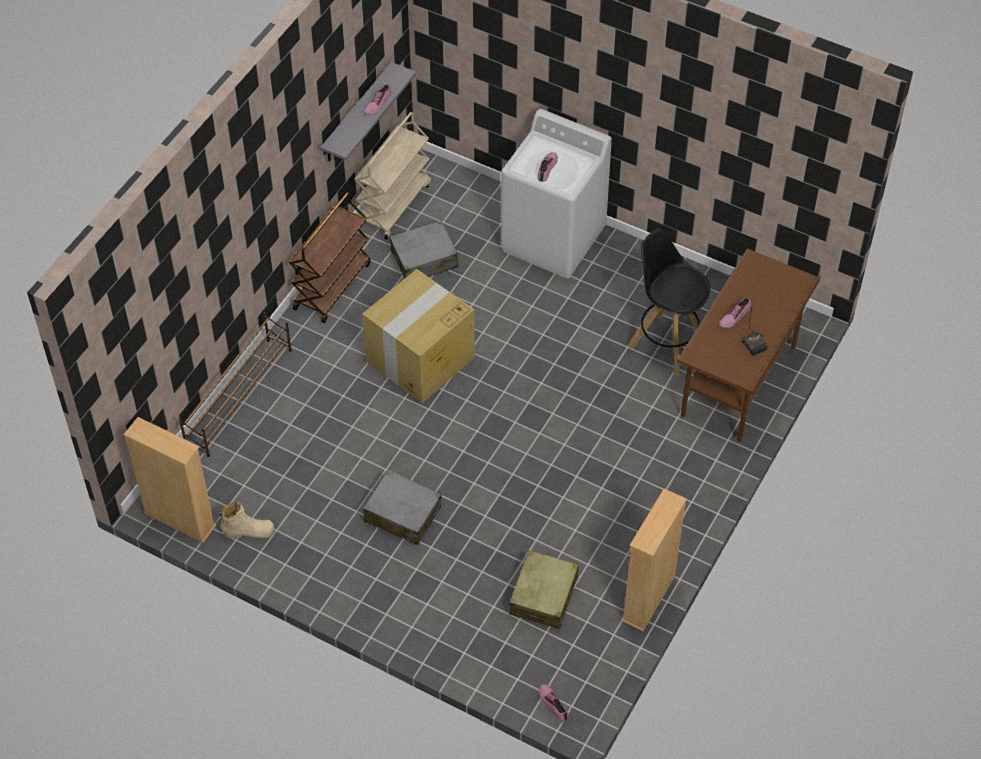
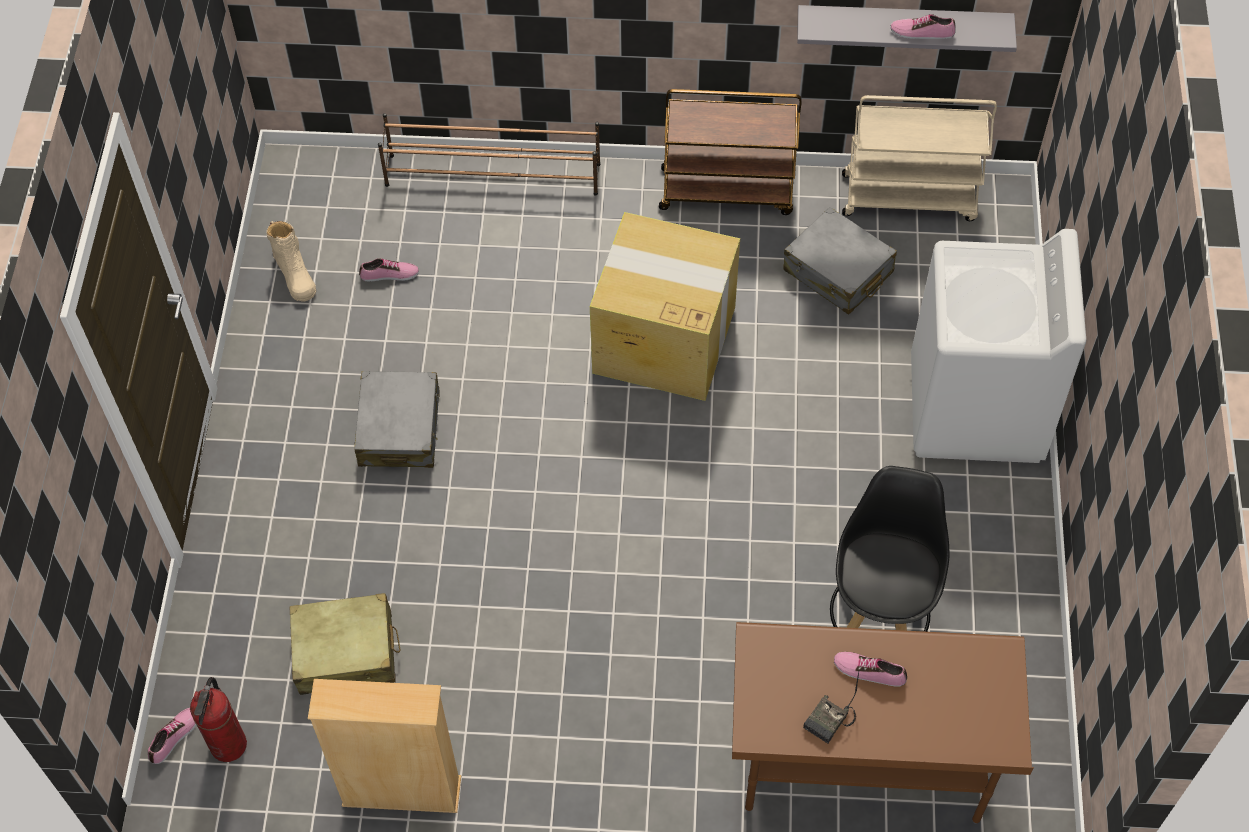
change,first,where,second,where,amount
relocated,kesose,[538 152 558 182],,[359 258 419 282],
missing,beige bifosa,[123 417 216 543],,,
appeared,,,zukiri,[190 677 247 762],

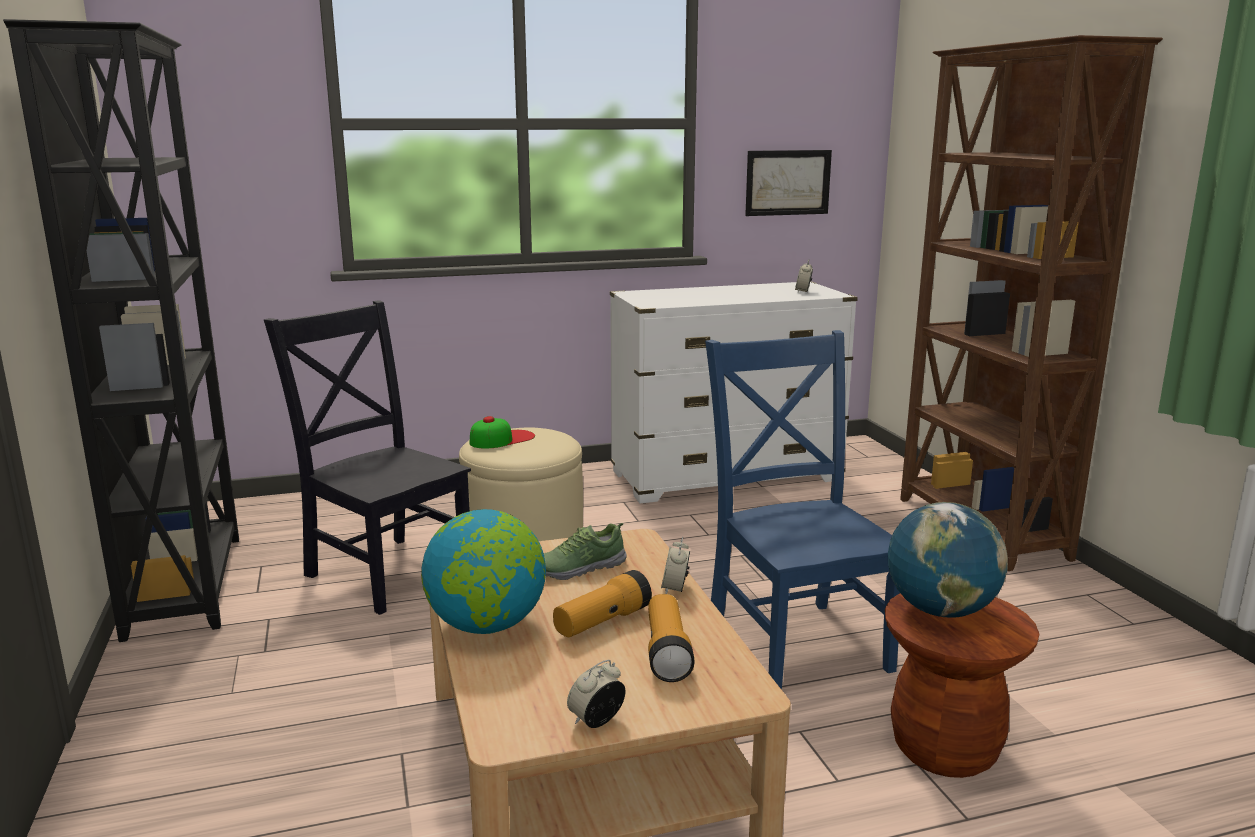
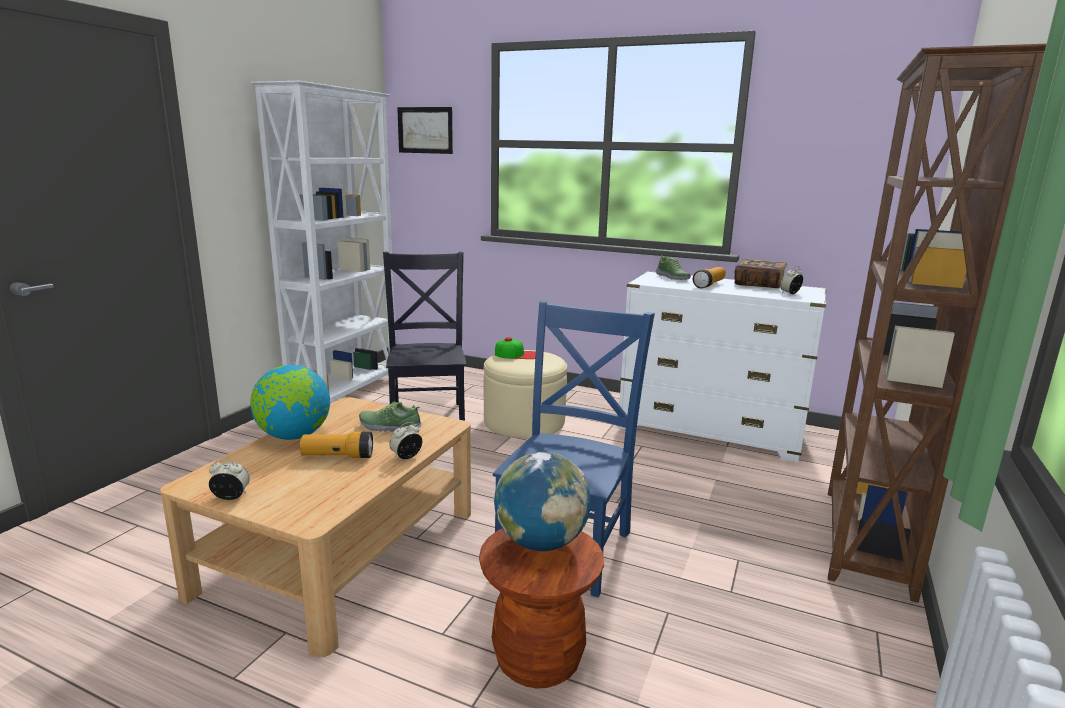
change,first,where,second,where,amount
colour,black bifosa,[3 19 239 642],white bifosa,[251 81 396 403],
relocated,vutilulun,[745 150 832 216],,[397 107 453 154],
relocated,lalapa,[648 594 695 682],,[693 267 726 288],
appeared,,,kesose,[656 255 691 280],
appeared,,,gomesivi,[735 259 787 288],

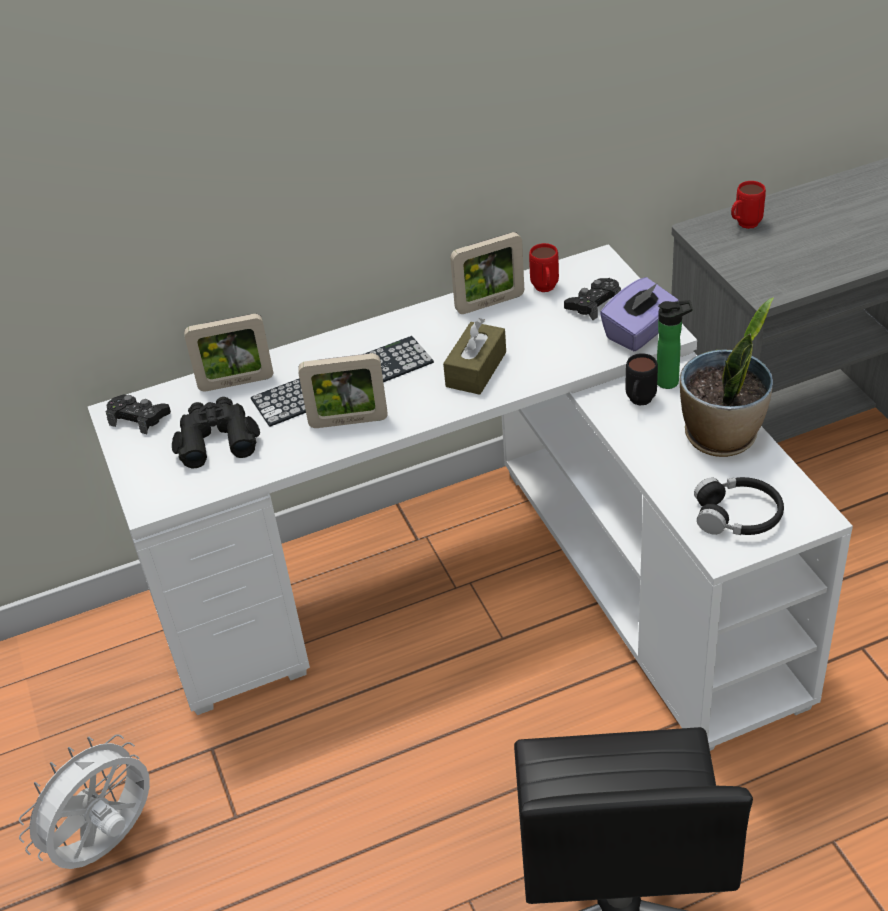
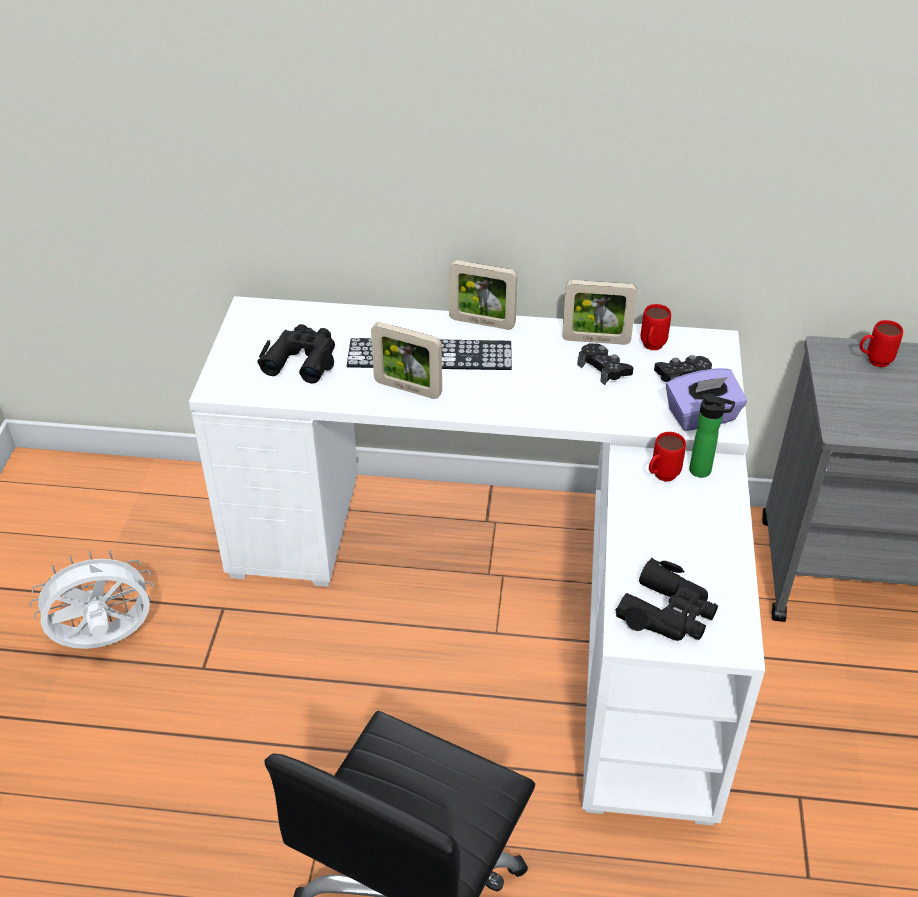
change,first,where,second,where,amount
missing,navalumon,[680 297 774 457],,,
relocated,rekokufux,[184 314 273 392],,[449 260 518 330],
missing,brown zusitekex,[443 318 506 395],,,
colour,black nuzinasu,[625 353 658 406],red nuzinasu,[649 432 686 482],
relocated,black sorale,[106 395 171 434],,[577 343 633 385],
exchanged,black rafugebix,[694 477 784 535],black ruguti,[615 558 718 641],

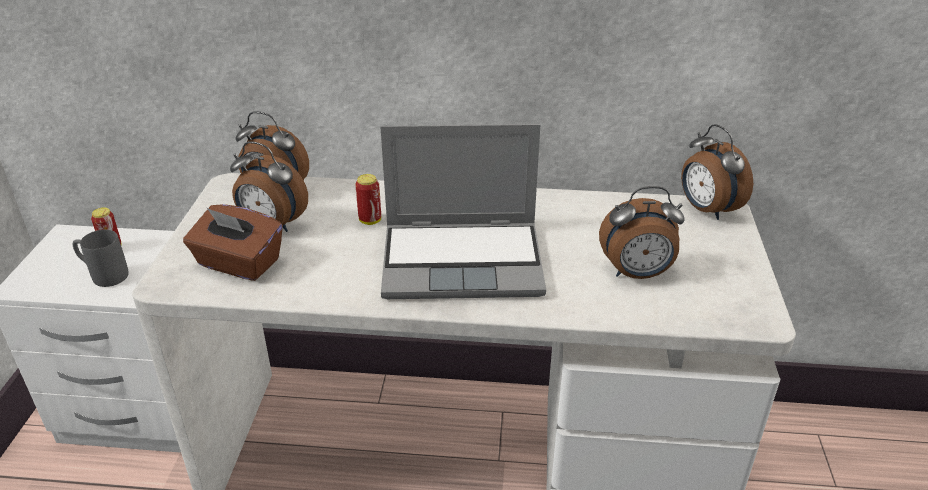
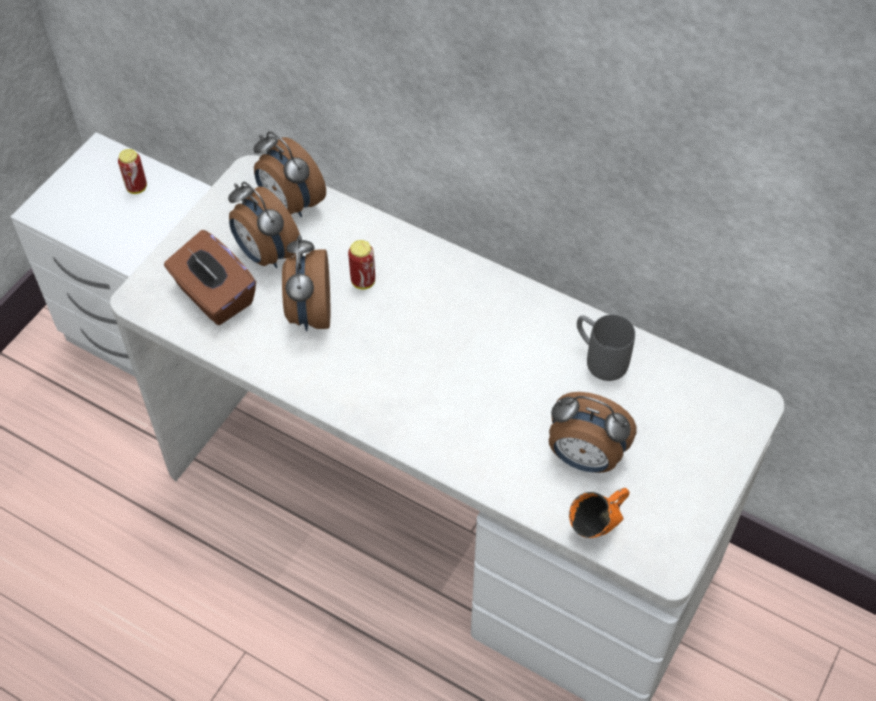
change,first,where,second,where,amount
missing,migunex,[381 124 546 299],,,
relocated,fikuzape,[681 124 753 220],,[282 235 330 331],
relocated,grey nuzinasu,[73 230 129 287],,[577 315 635 381],
appeared,,,orange nuzinasu,[569 488 630 538],

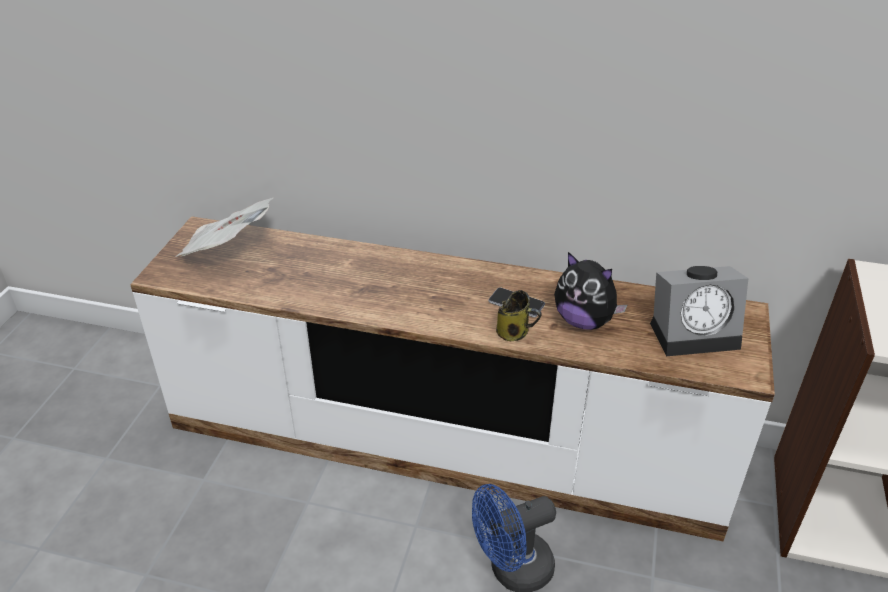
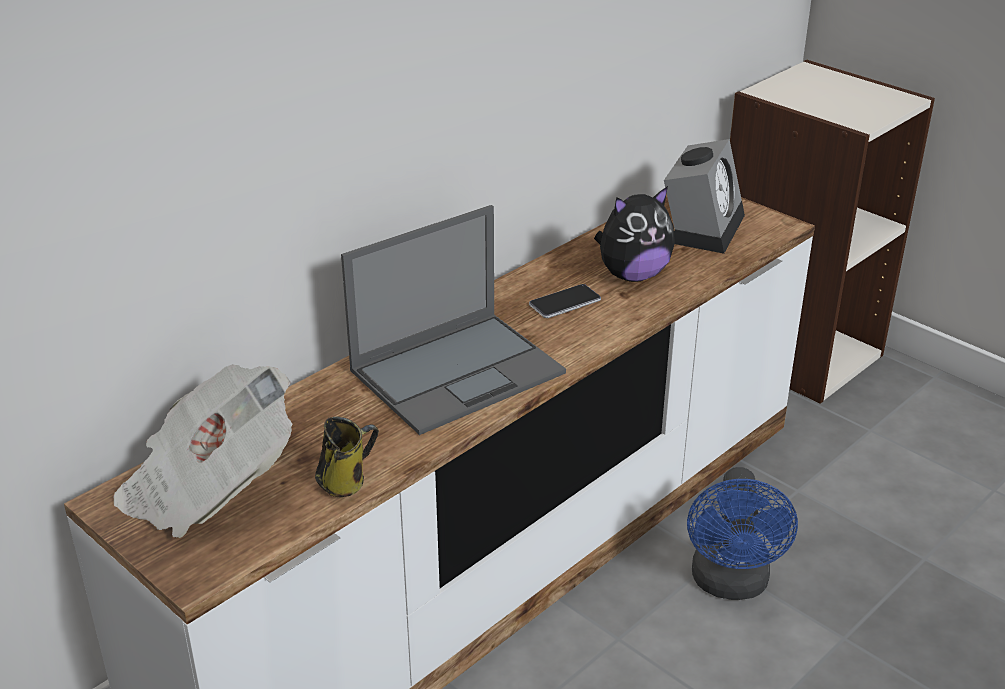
change,first,where,second,where,amount
relocated,nuzinasu,[496 290 542 341],,[315 416 379 497],
appeared,,,migunex,[341 205 566 435],

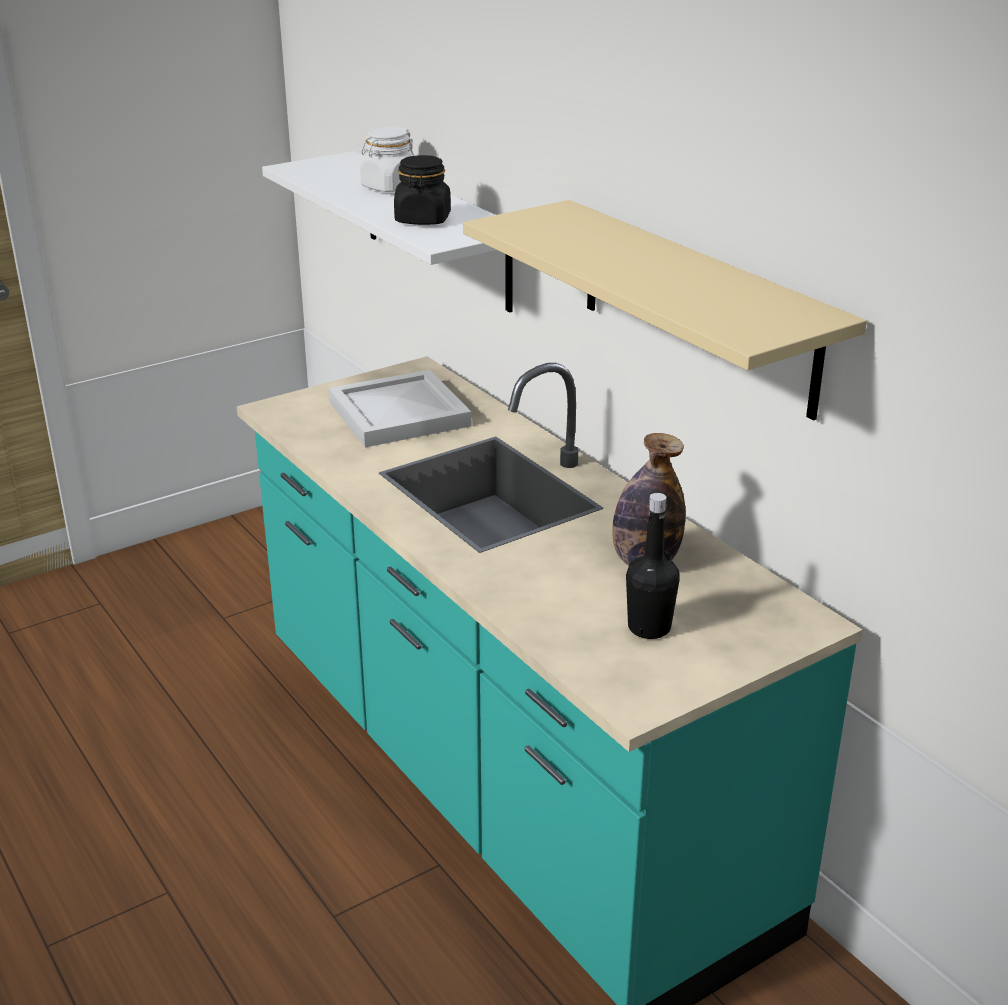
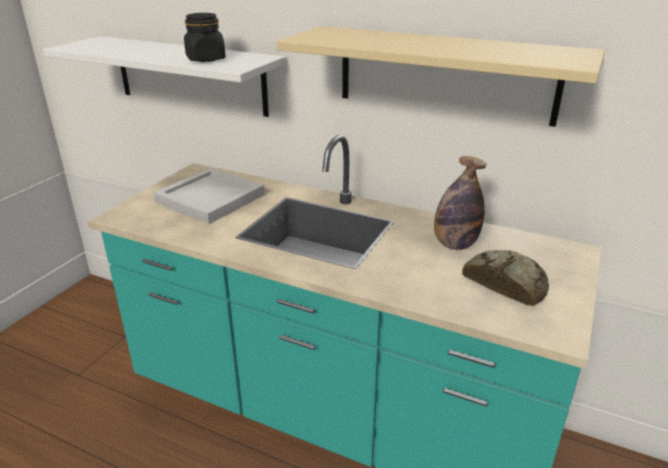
change,first,where,second,where,amount
missing,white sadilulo,[360 127 414 192],,,
exchanged,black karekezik,[626 493 680 639],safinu,[462 250 549 306],

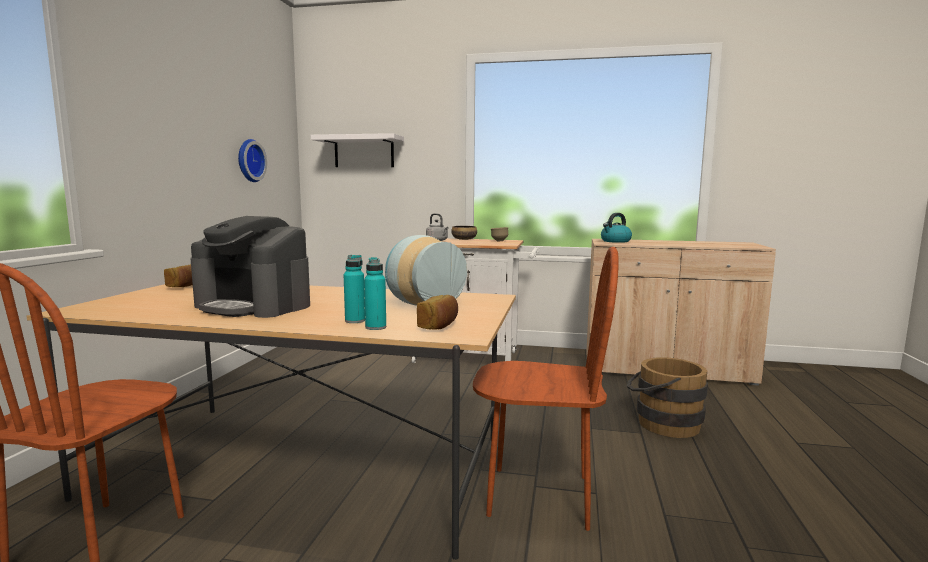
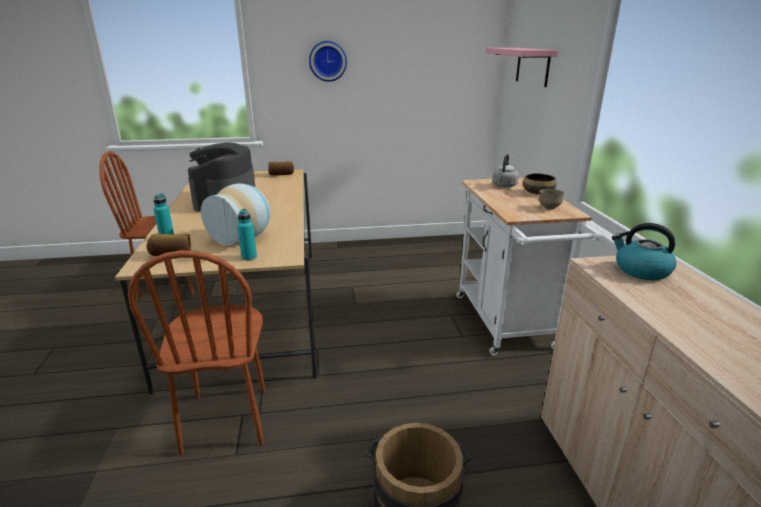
change,first,where,second,where,amount
colour,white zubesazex,[311 133 404 167],pink zubesazex,[486 48 558 87],
relocated,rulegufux,[238 139 267 182],,[309 41 347 82],
relocated,turquoise karekezik,[344 255 365 323],,[237 209 257 261],

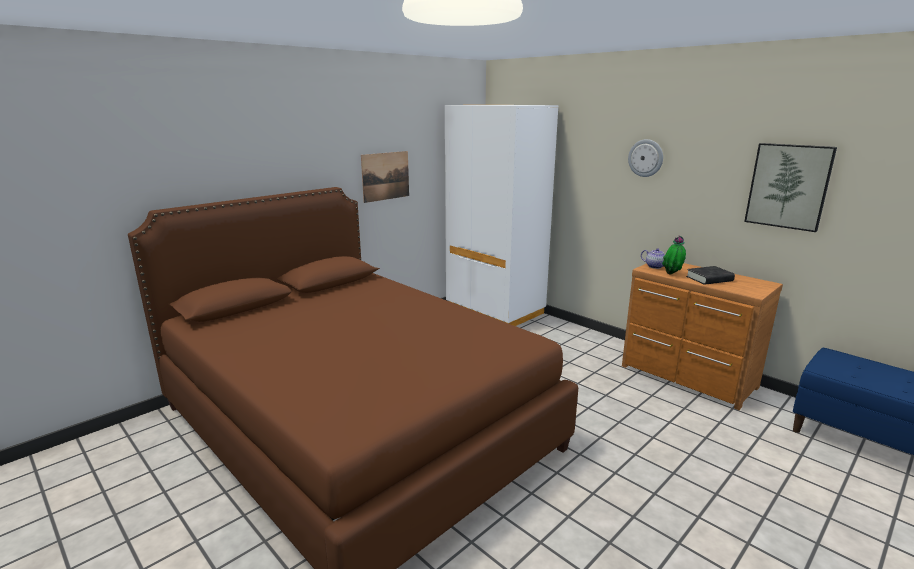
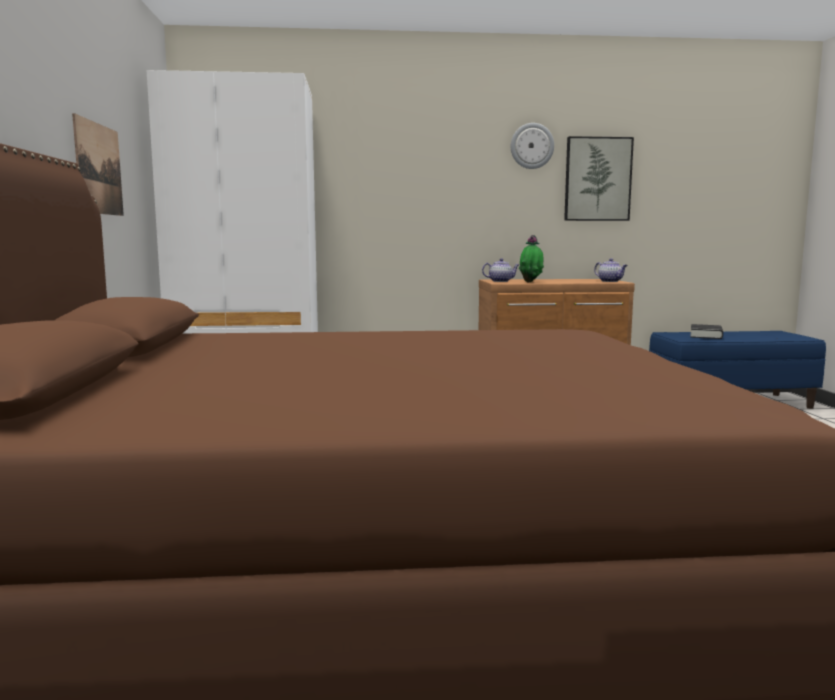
change,first,where,second,where,amount
relocated,rulegufux,[628 139 663 177],,[511 123 554 169],
relocated,black gomesivi,[686 266 735 285],,[690 324 723 339],
appeared,,,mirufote,[594 258 628 282],

